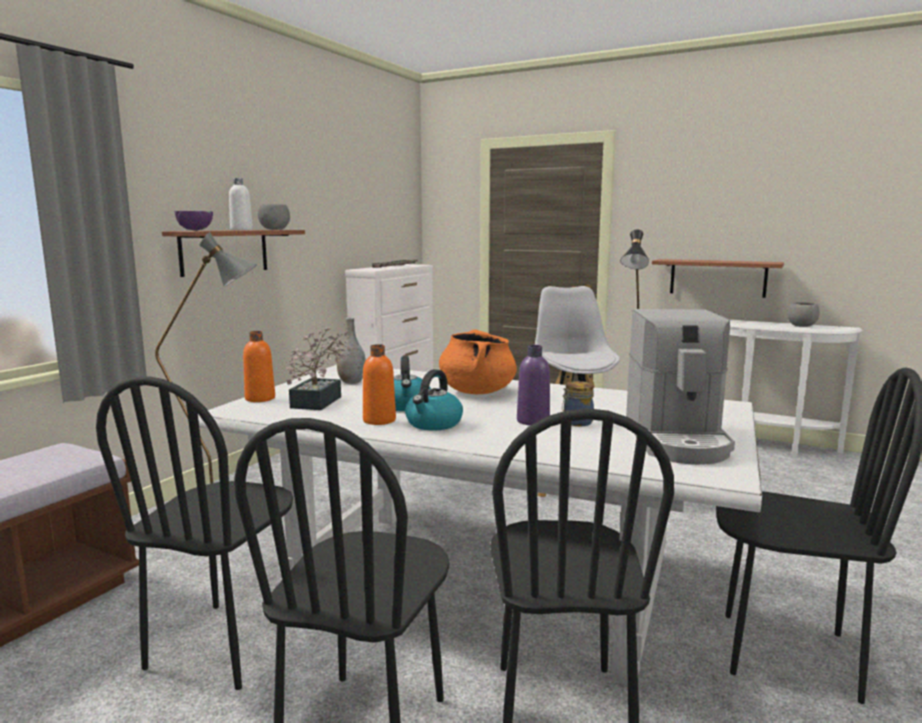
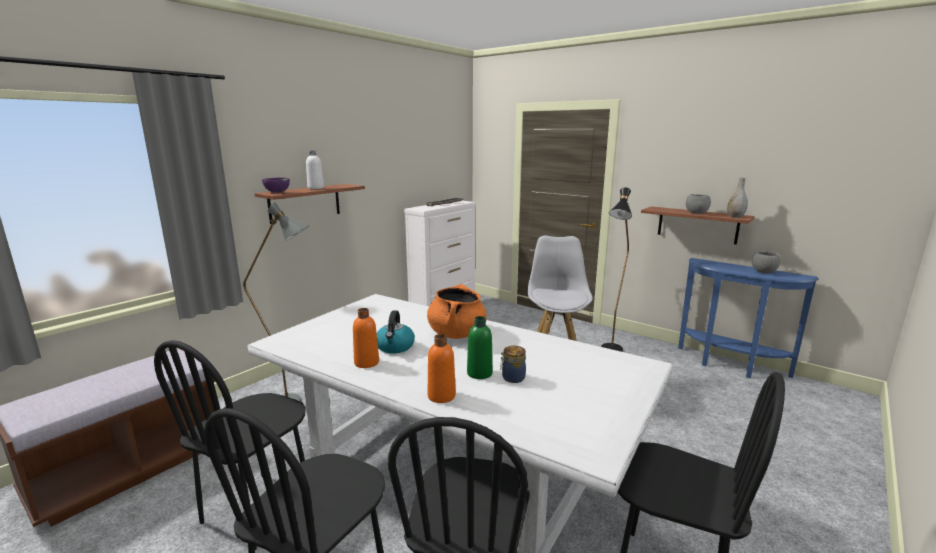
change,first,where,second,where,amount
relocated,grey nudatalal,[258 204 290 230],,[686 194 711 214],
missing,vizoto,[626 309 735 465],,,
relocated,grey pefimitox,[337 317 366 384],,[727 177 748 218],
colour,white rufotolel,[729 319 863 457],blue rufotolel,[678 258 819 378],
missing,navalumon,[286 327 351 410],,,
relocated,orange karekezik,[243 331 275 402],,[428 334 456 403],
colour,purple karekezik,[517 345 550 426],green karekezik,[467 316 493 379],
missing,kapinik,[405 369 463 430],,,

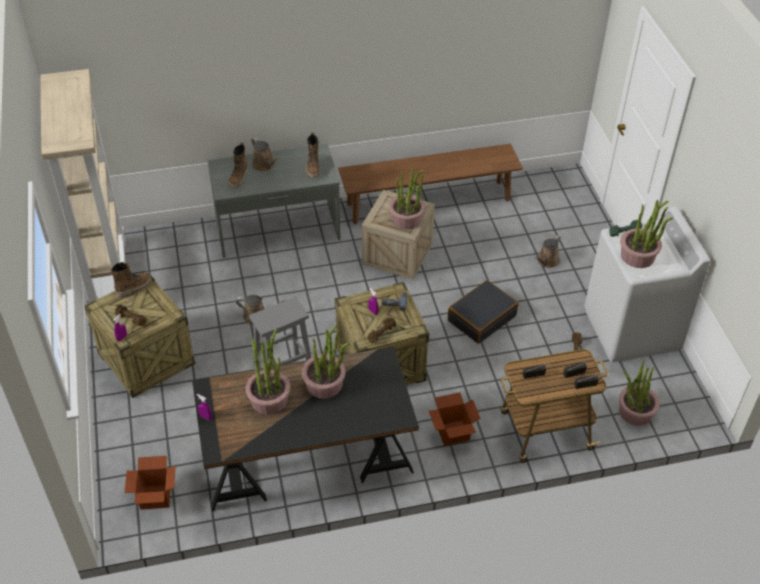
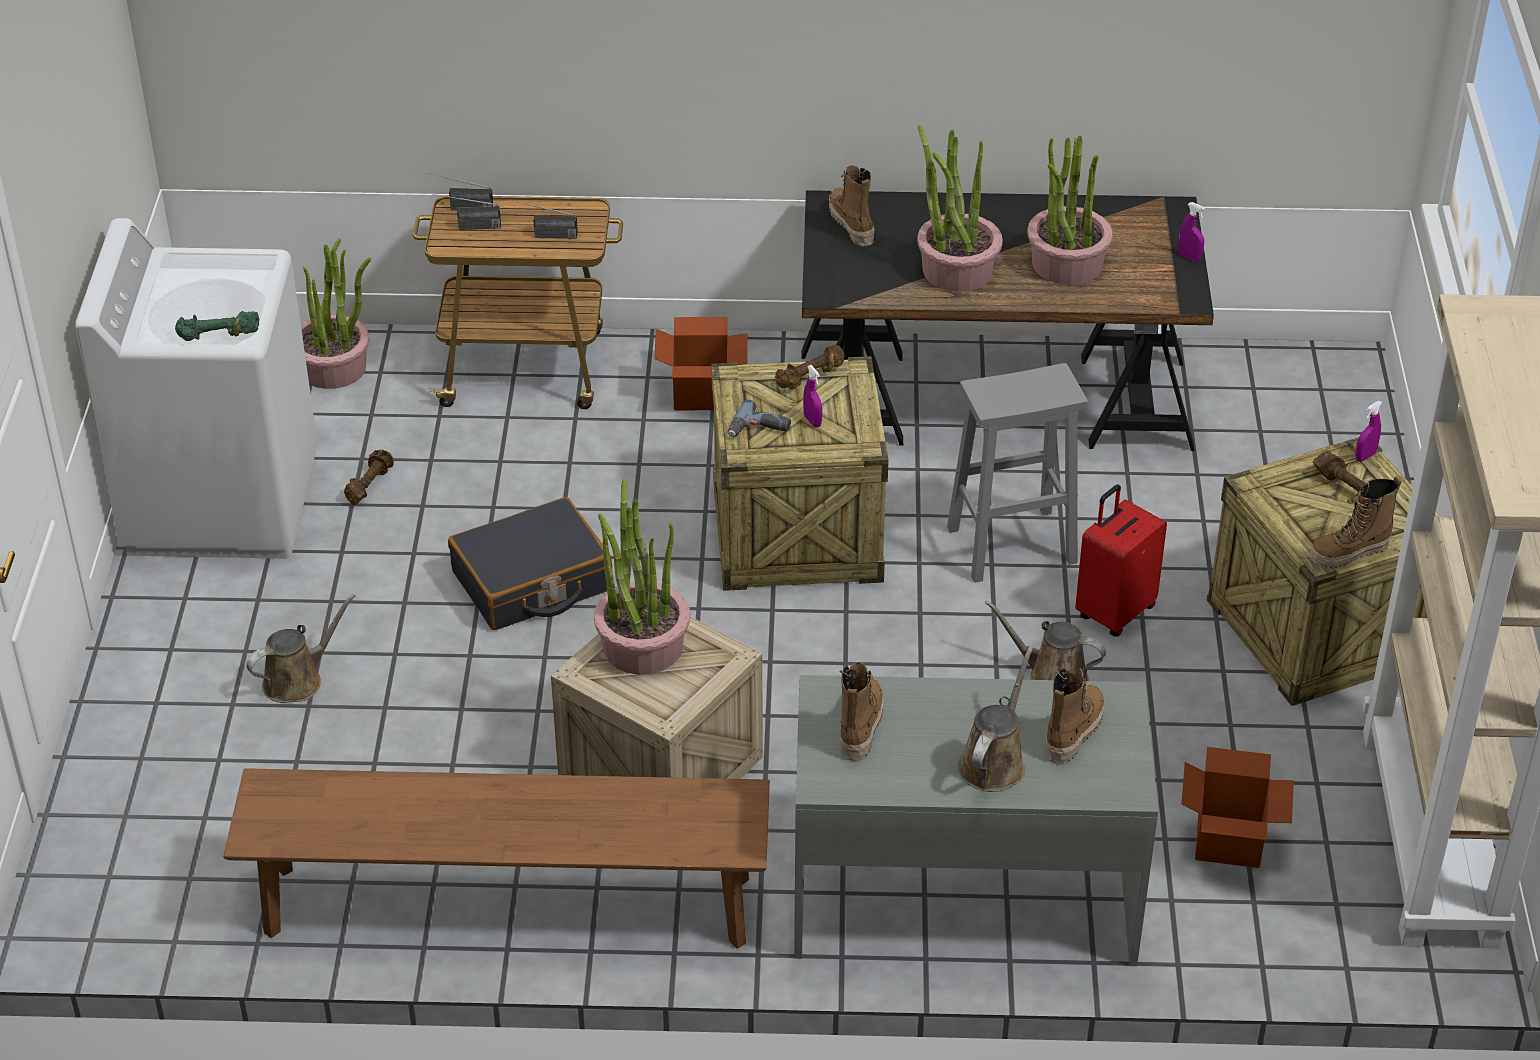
change,first,where,second,where,amount
spun,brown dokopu,[251 137 279 171],,[958 646 1033 792],45 degrees clockwise
missing,navalumon,[620 200 673 268],,,
relocated,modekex,[125 456 176 510],,[1181 747 1294 868],
appeared,,,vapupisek,[829 165 875 247],
appeared,,,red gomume,[1075 484 1167 637],

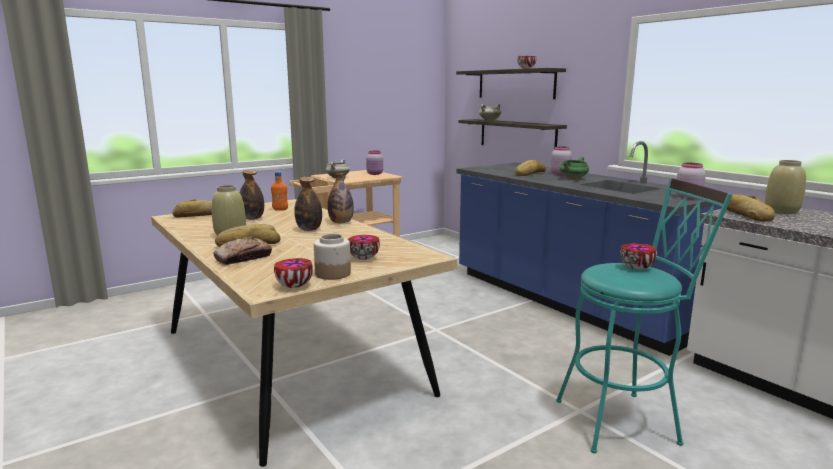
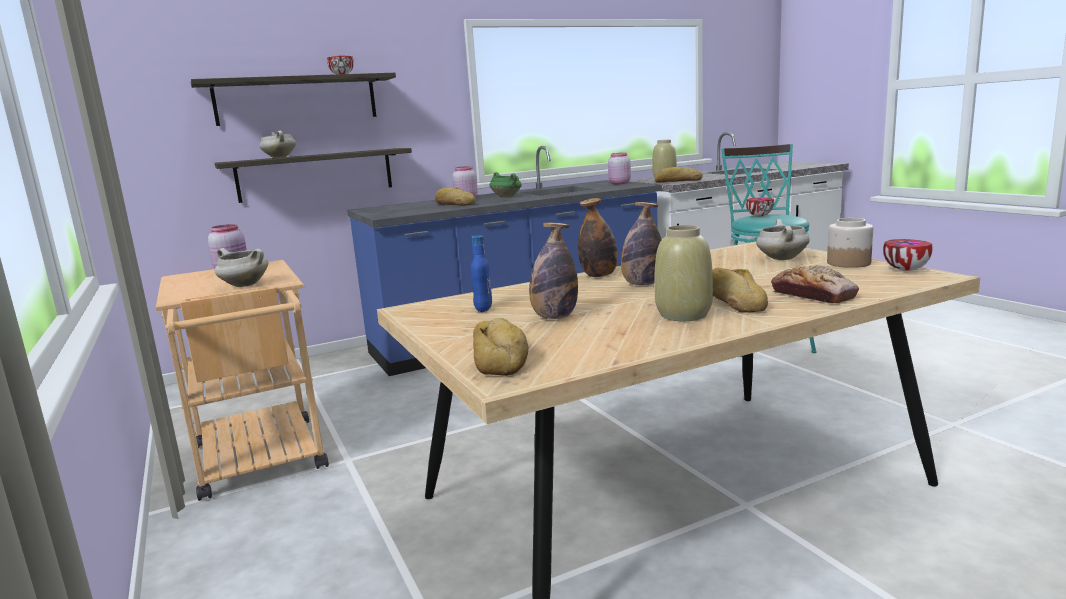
change,first,where,second,where,amount
colour,orange karekezik,[271 172 288 211],blue karekezik,[471 235 492 312],
exchanged,nudatalal,[348 235 380 260],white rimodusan,[756 219 810 260],

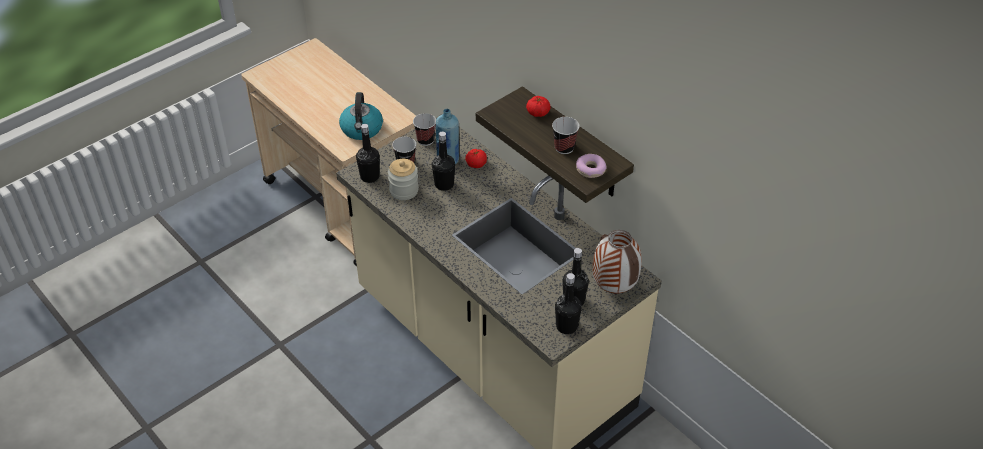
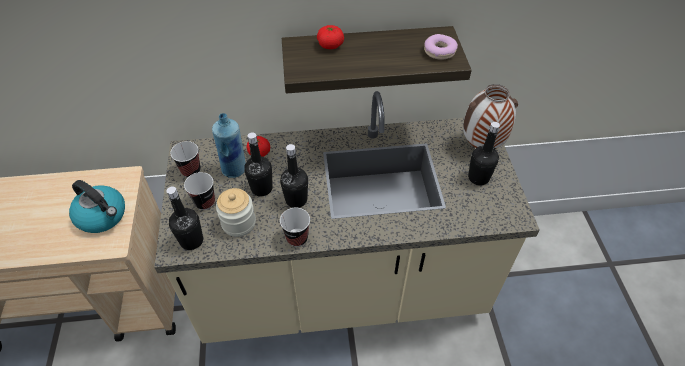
change,first,where,second,where,amount
relocated,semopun,[552 117 580 154],,[280 208 310 247],
relocated,black karekezik,[555 273 582 334],,[280 144 308 208],

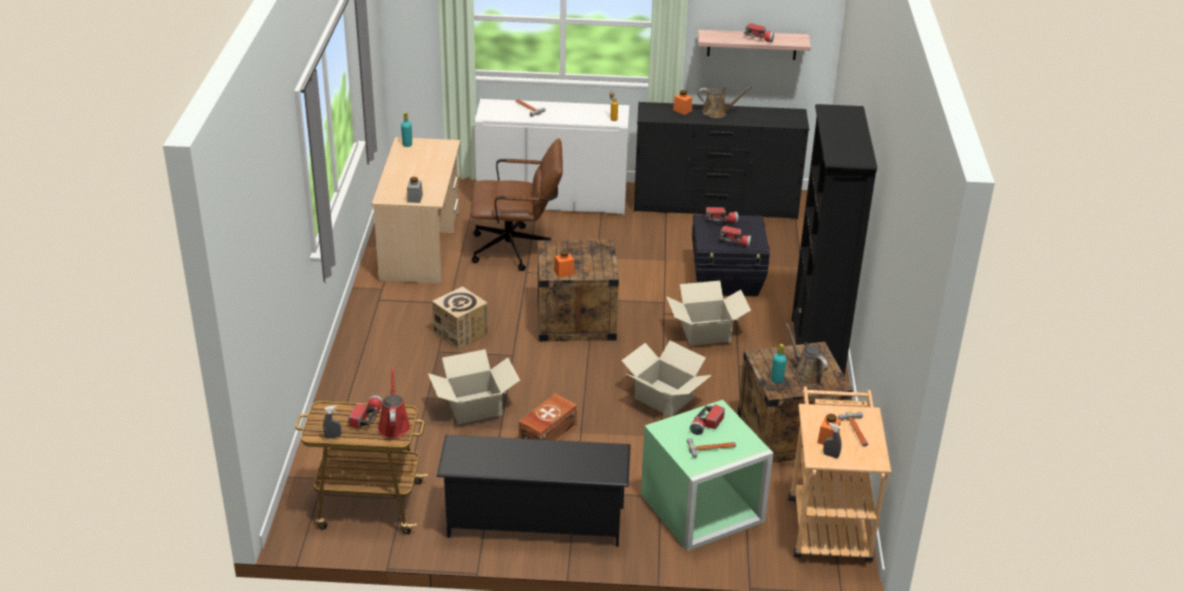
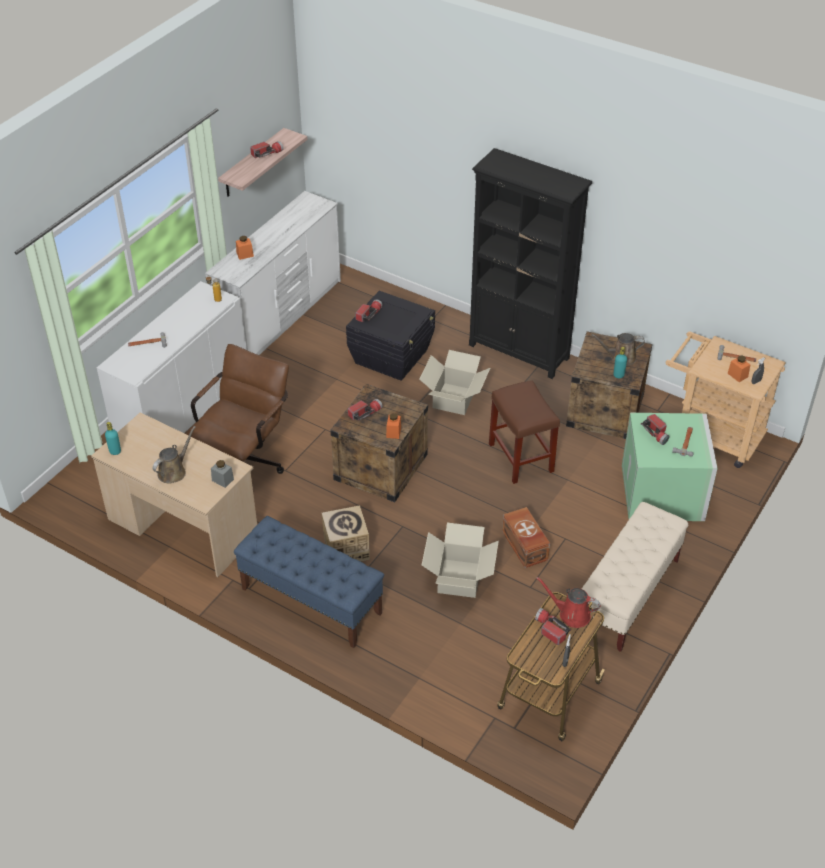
change,first,where,second,where,amount
relocated,brown dokopu,[698 86 751 118],,[153 426 196 484],
colour,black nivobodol,[634 102 809 219],white nivobodol,[205 191 341 355],
relocated,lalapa,[719 226 751 247],,[348 399 383 421],
exchanged,modekex,[621 341 712 417],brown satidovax,[489 380 560 484],
exchanged,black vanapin,[436 435 631 547],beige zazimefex,[577 502 688 652],
appeared,,,blue zazimefex,[234 516 384 648],

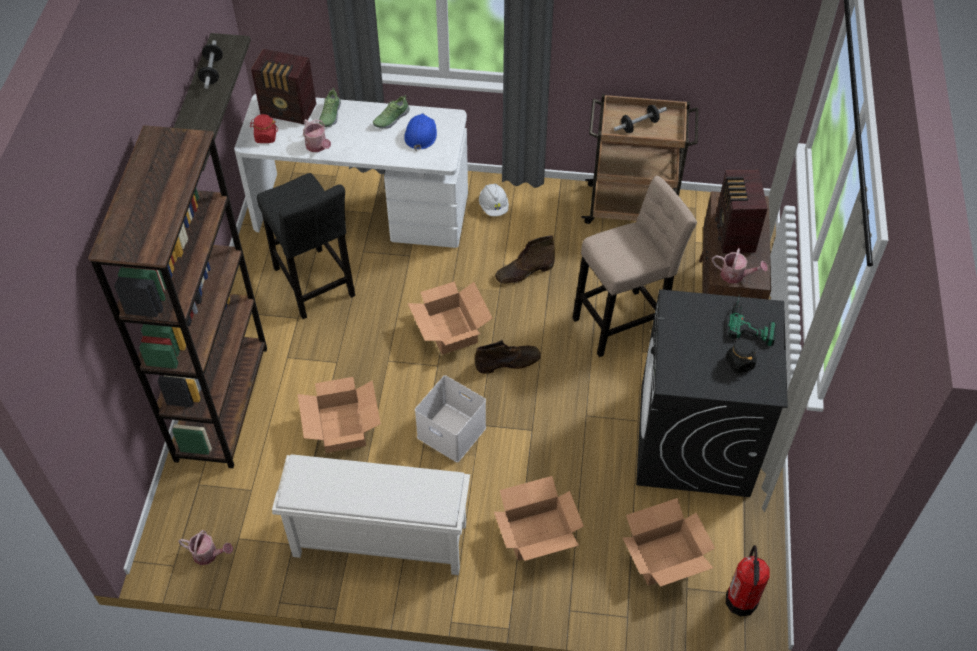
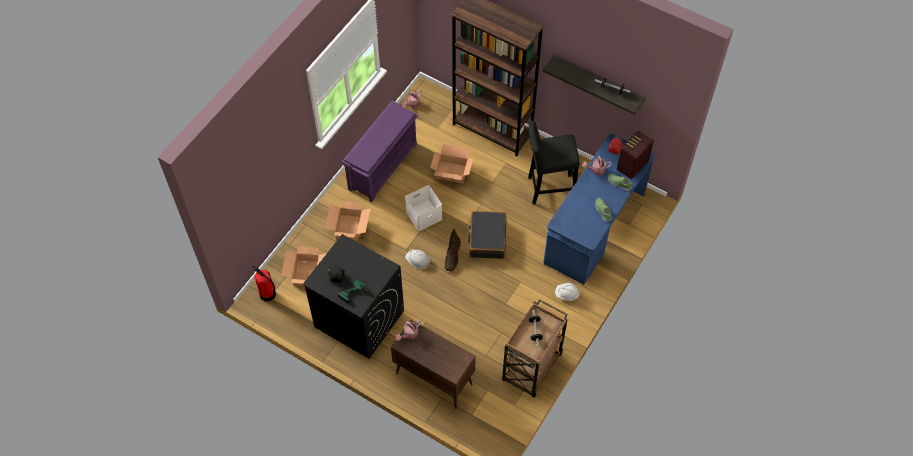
change,first,where,second,where,amount
colour,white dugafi,[234 94 468 248],blue dugafi,[543 134 654 285],
missing,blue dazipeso,[404 113 437 151],,,
missing,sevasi,[715 170 767 253],,,
missing,beige satidovax,[573 176 697 357],,,
missing,brown vapupisek,[495 236 555 284],,,
exchanged,modekex,[408 281 492 355],black gomume,[468 211 507 259],
colour,white vanapin,[272 454 470 575],purple vanapin,[342 101 418 202],
appeared,,,white dazipeso,[405 249 431 269],

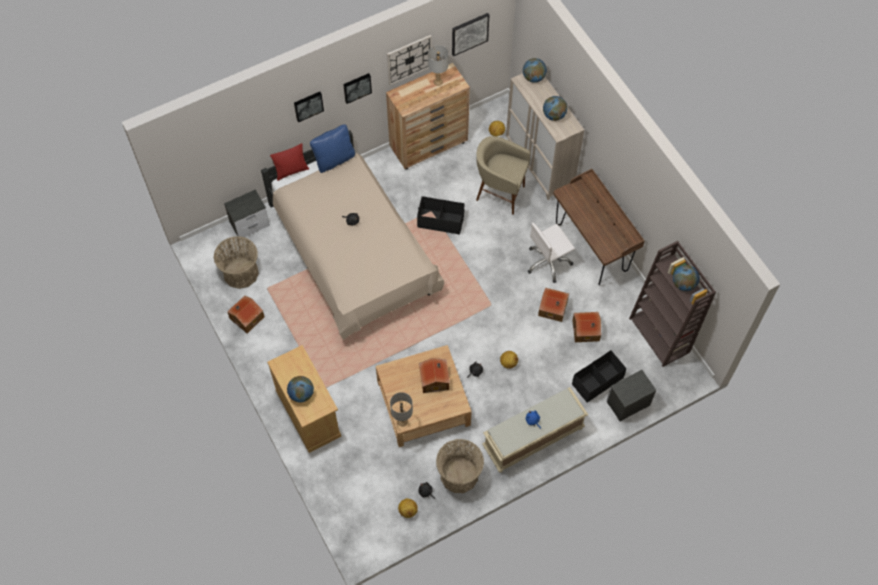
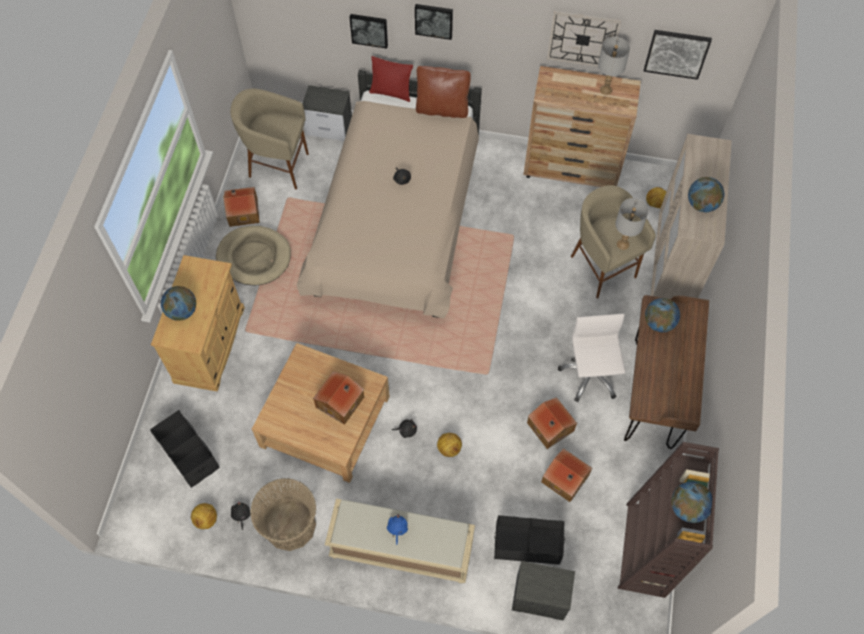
change,first,where,second,where,amount
relocated,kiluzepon,[523 58 547 83],,[645 298 680 332],
relocated,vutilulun,[343 73 372 104],,[350 14 388 49],
colour,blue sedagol,[310 125 355 173],brown sedagol,[416 66 471 118],
relocated,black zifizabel,[417 196 465 235],,[150 410 220 488],
spun,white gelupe,[527 222 575 283],,[558 314 626 402],75 degrees clockwise
exchanged,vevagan,[214 236 259 289],beige satidovax,[230 89 309 189],
relocated,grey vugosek,[390 392 413 427],,[615 198 648 250],
appeared,,,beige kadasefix,[216 226 291 286],

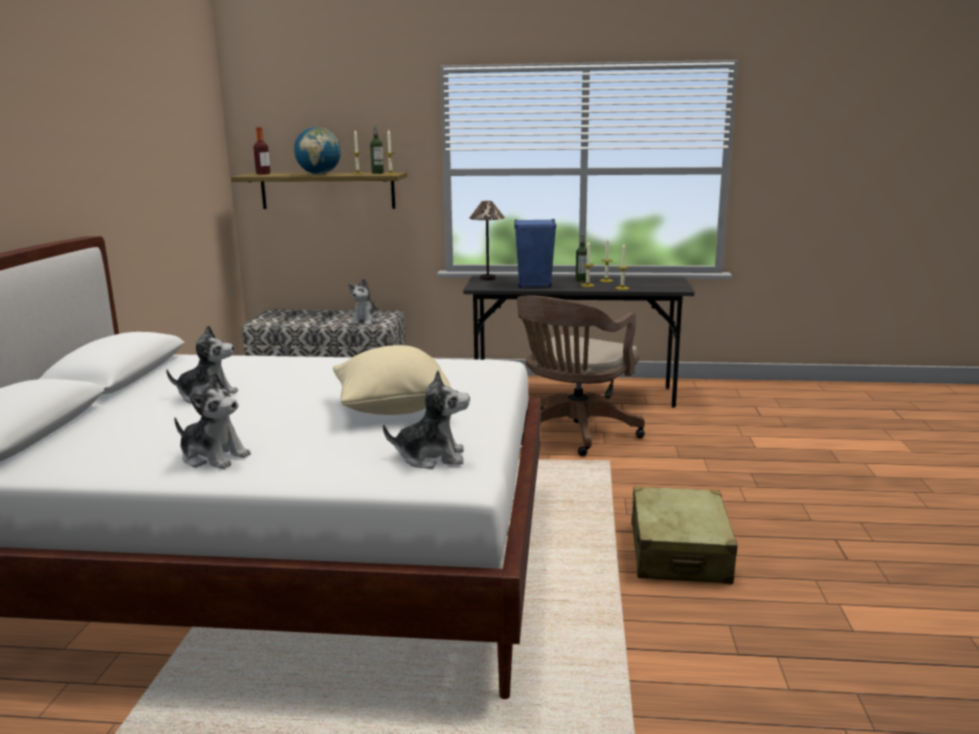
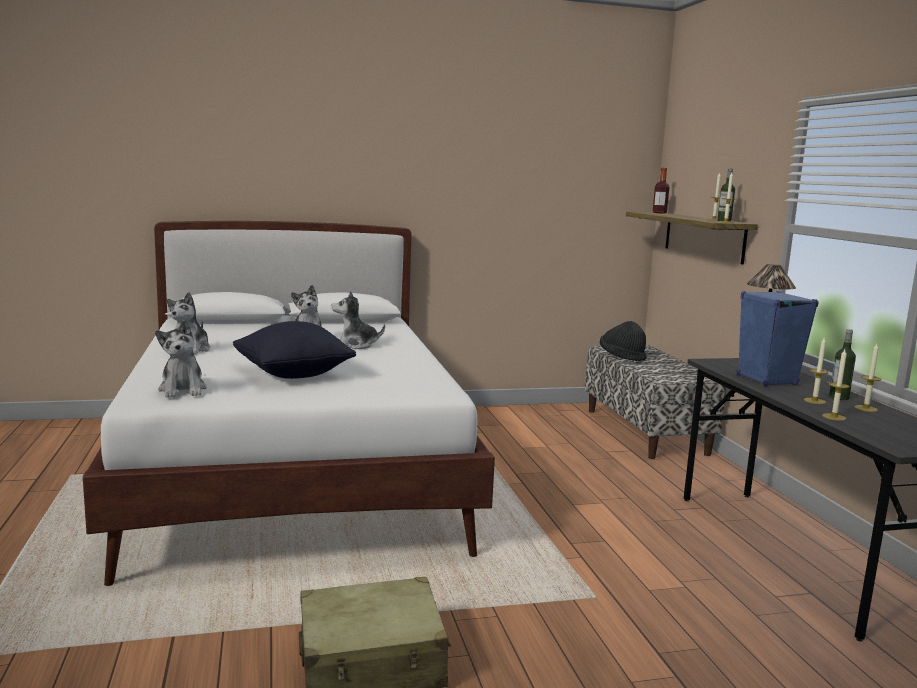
change,first,where,second,where,amount
missing,kiluzepon,[294 127 341 174],,,
relocated,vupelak,[348 278 381 326],,[331 291 385 349],
missing,brown gelupe,[517 295 645 456],,,
colour,beige sedagol,[333 345 453 415],black sedagol,[233 321 356 379],
appeared,,,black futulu,[600 321 646 361],

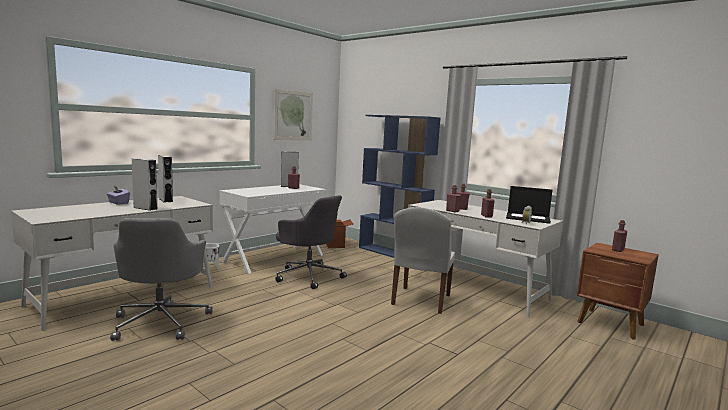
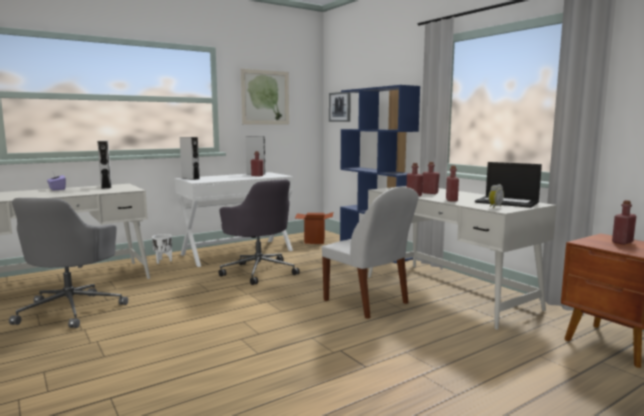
change,first,where,second,where,amount
relocated,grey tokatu,[132 158 157 211],,[180 137 200 180],
spun,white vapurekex,[391 207 455 314],,[322 187 419 319],75 degrees counterclockwise
appeared,,,vutilulun,[329 92 351 122],

